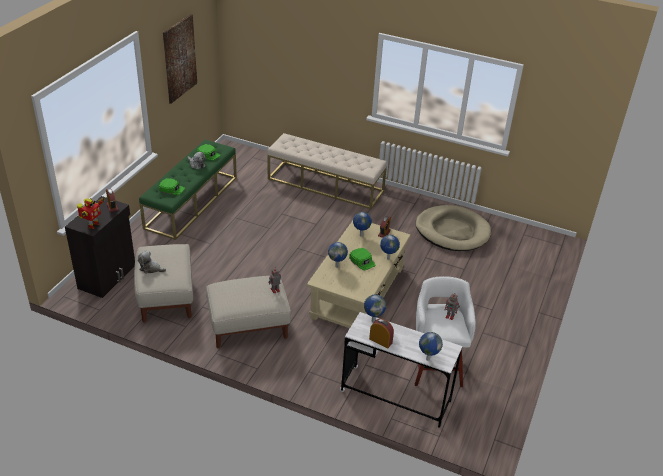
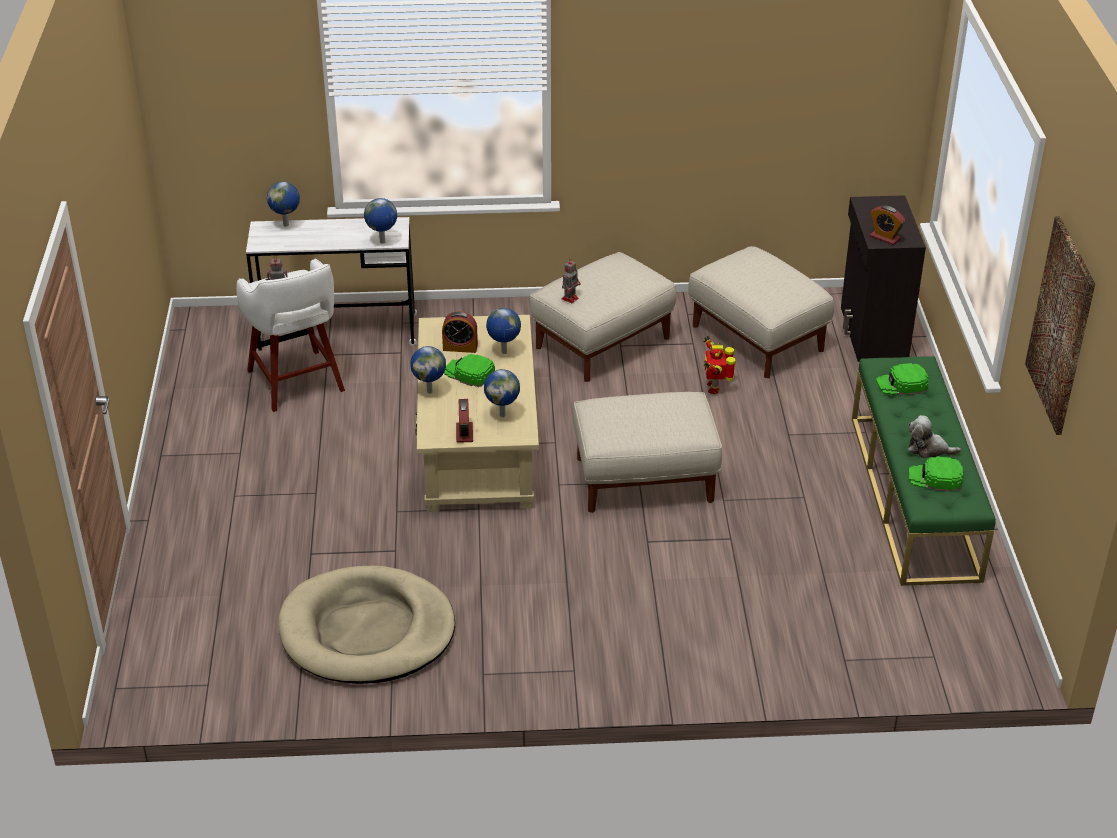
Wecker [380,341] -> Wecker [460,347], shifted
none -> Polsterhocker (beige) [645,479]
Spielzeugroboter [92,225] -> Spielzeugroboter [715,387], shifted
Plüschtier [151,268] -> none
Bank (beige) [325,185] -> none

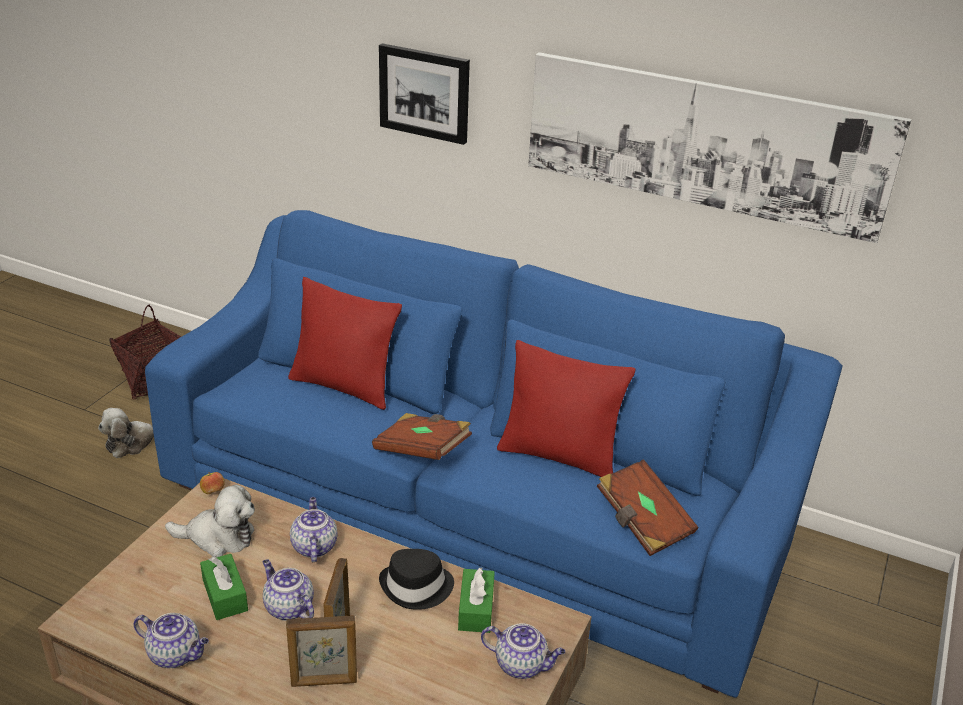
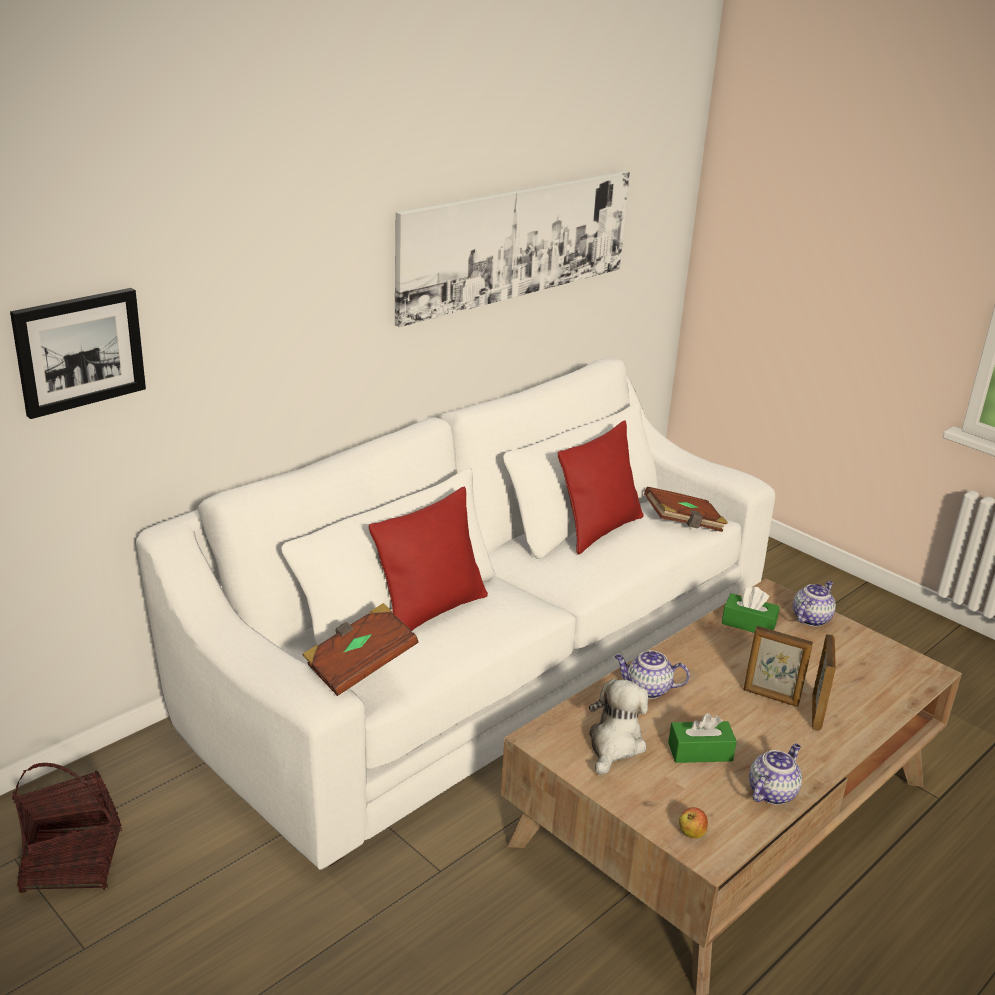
Bild [424,93] -> Bild [79,351], shifted
Sofa (blau) [475,507] -> Sofa (weiß) [487,661]
Buch (braun) [422,450] -> Buch (braun) [359,666], shifted
Apfel [213,491] -> Apfel [691,833], shifted
Plüschtier [132,442] -> none
Teekanne [288,607] -> none
Hut (schwarz) [416,587] -> none

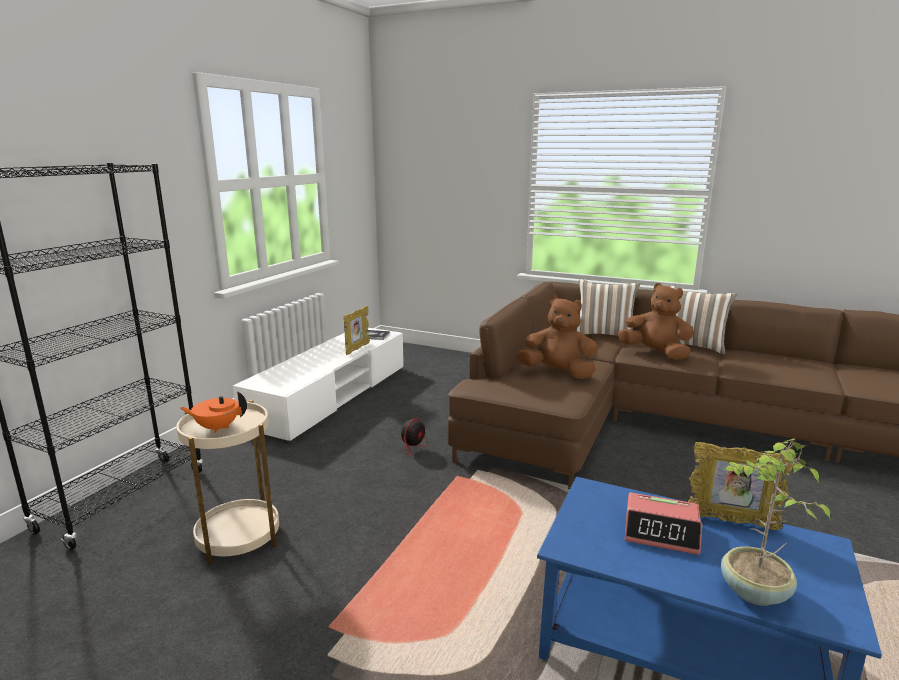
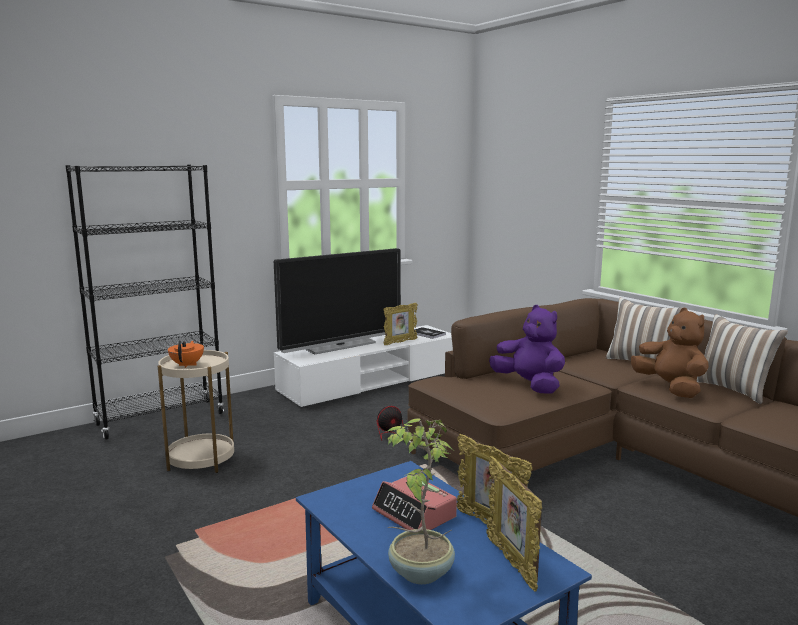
Teekanne (orange) [217,427] -> Teekanne (orange) [187,365], 60 degrees clockwise
none -> Fernseher [340,346]
none -> Bilderrahmen [511,563]
Plüschtier (braun) [557,373] -> Plüschtier (lila) [529,385]

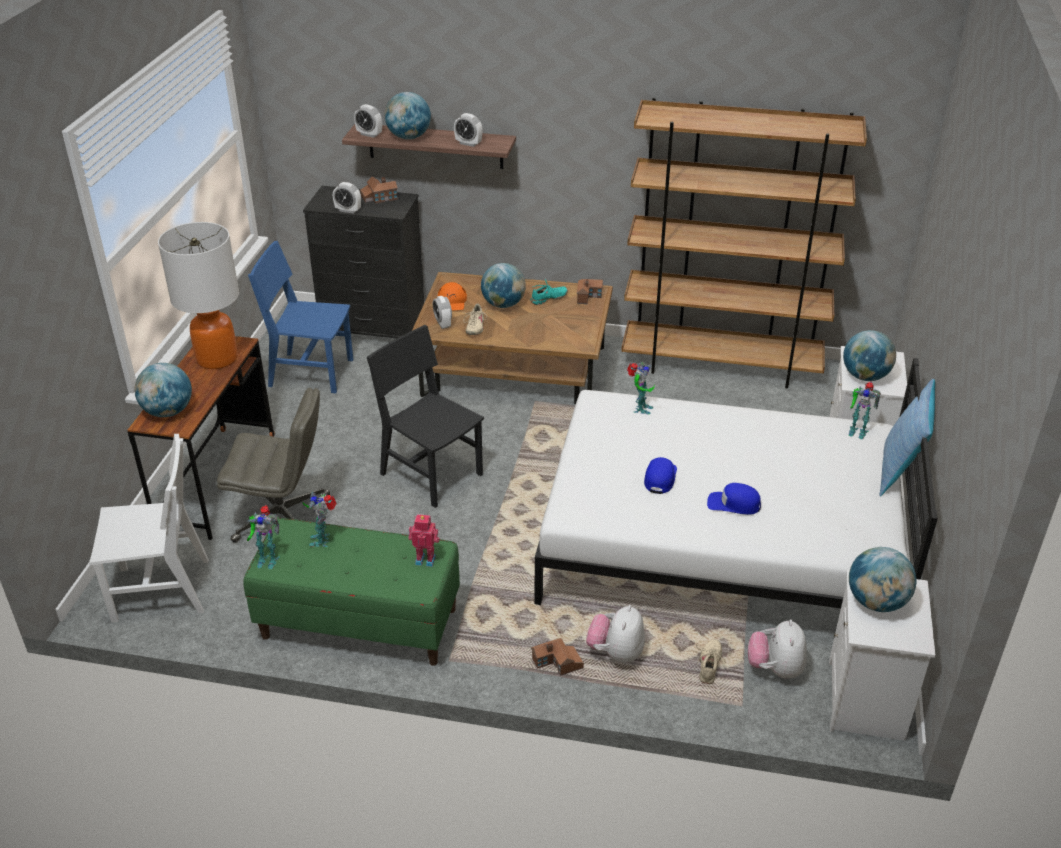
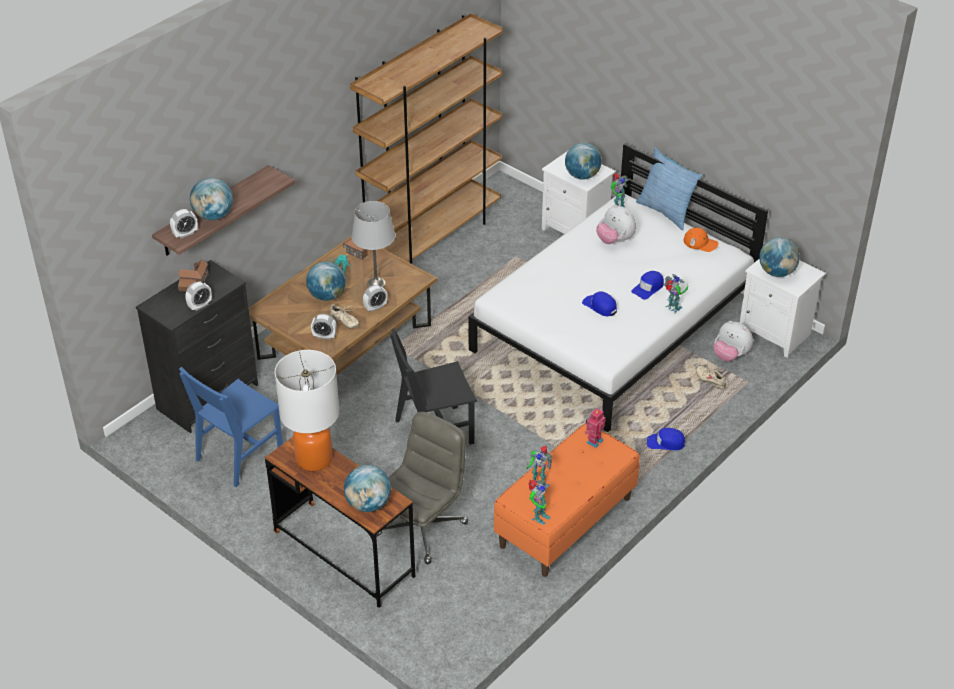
none -> Tischlampe (grau) [376,283]
Wecker [468,143] -> Wecker [375,307], shifted
Bank (grün) [359,623] -> Bank (orange) [565,522]
Plüschtier [616,653] -> Plüschtier [615,240], shifted
Spielzeughaus [557,663] -> Kappe (blau) [665,443]
Spielzeugroboter [640,409] -> Spielzeugroboter [673,308], shifted
Kappe (orange) [452,302] -> Kappe (orange) [700,243], shifted
Stuhl (weiß) [161,590] -> none

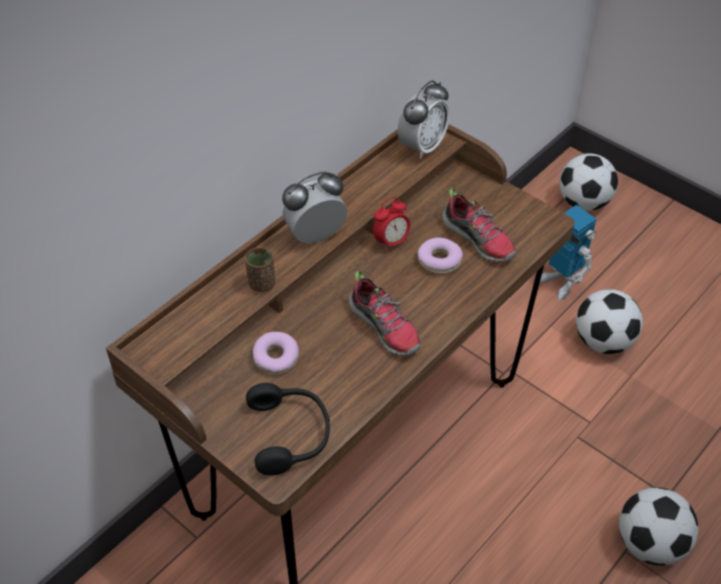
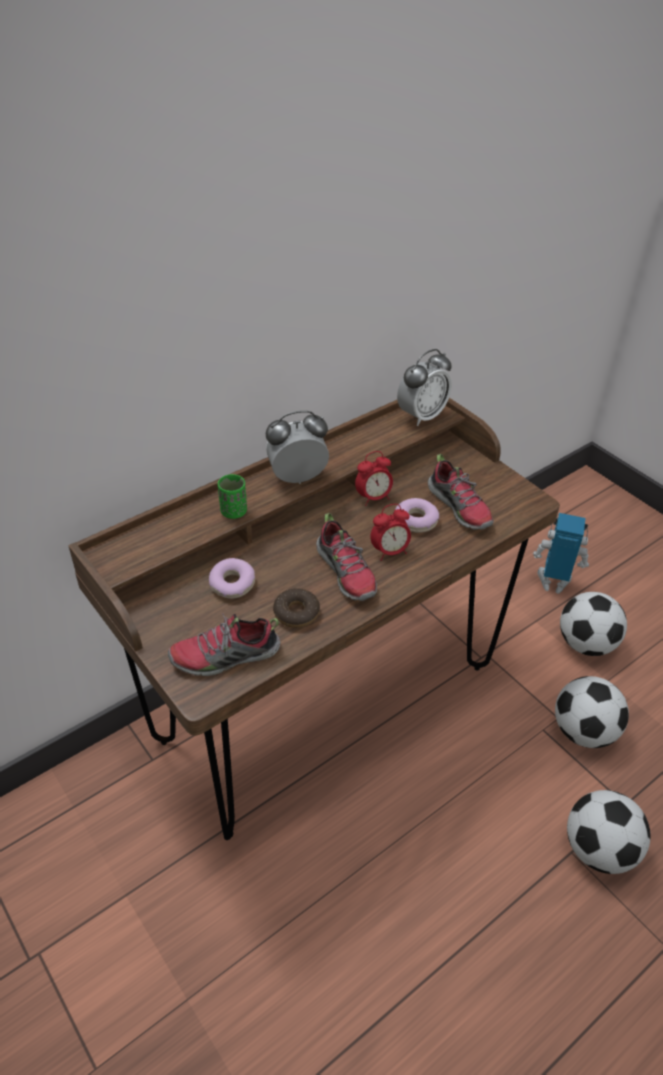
Kopfhörer (schwarz) [291,434] -> Schuh [225,657]
Tasse (braun) [262,283] -> Tasse (grün) [233,512]
none -> Donut [296,613]
none -> Wecker [390,551]
Spielzeugroboter [560,282] -> Spielzeugroboter [553,583], 135 degrees clockwise
Fußball [583,203] -> Fußball [583,731], shifted

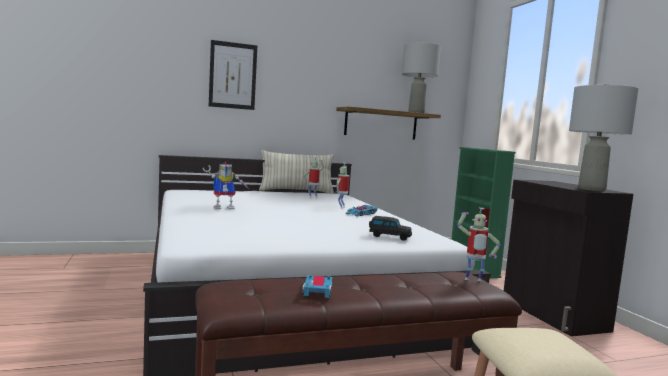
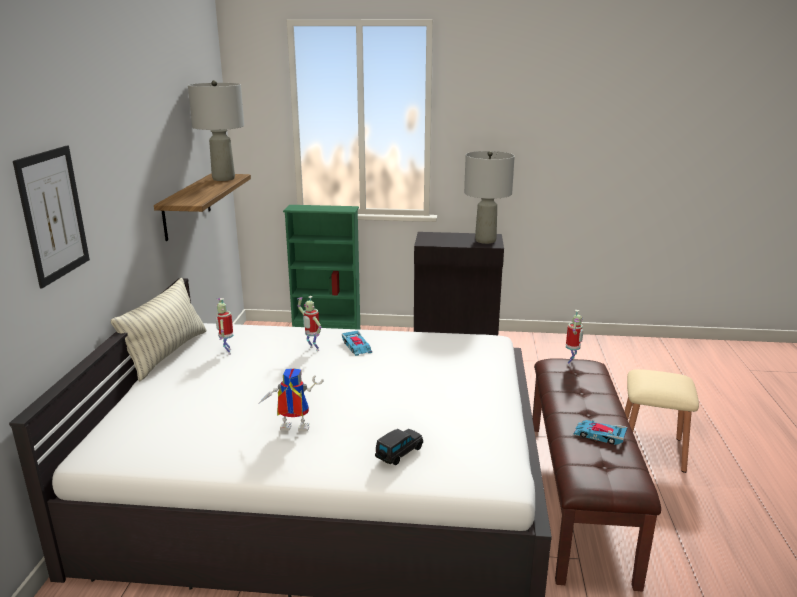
Spielzeugroboter [225,207] -> Spielzeugroboter [291,430], 90 degrees counterclockwise
Spielzeugauto (schwarz) [389,236] -> Spielzeugauto (schwarz) [398,453], shifted

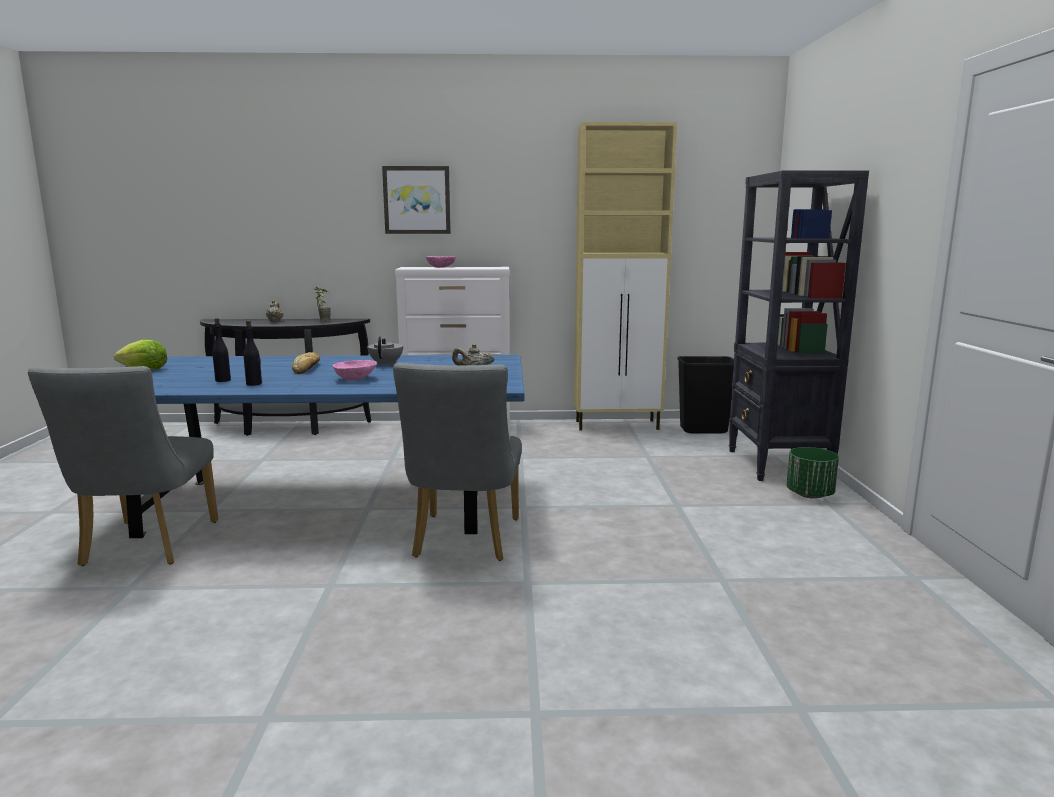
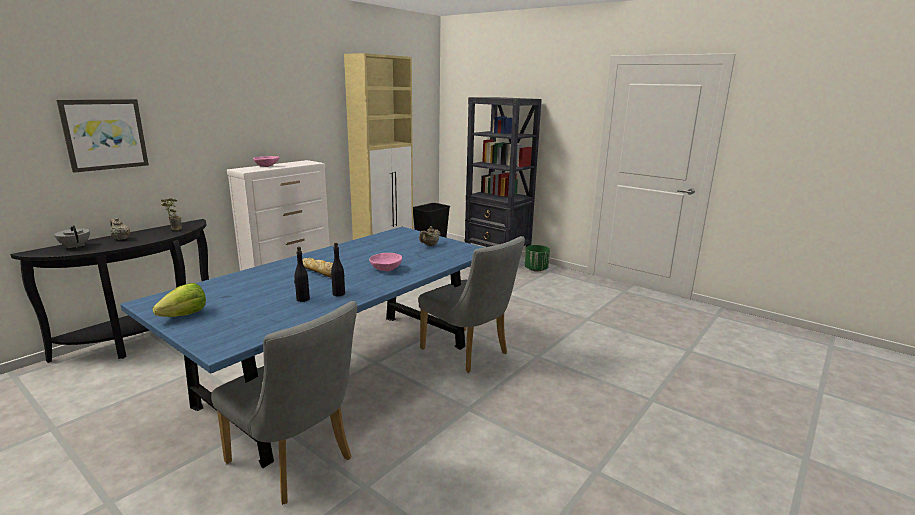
Teekanne (grau) [386,364] -> Teekanne (grau) [75,246], shifted
Bild [417,200] -> Bild [104,134], shifted

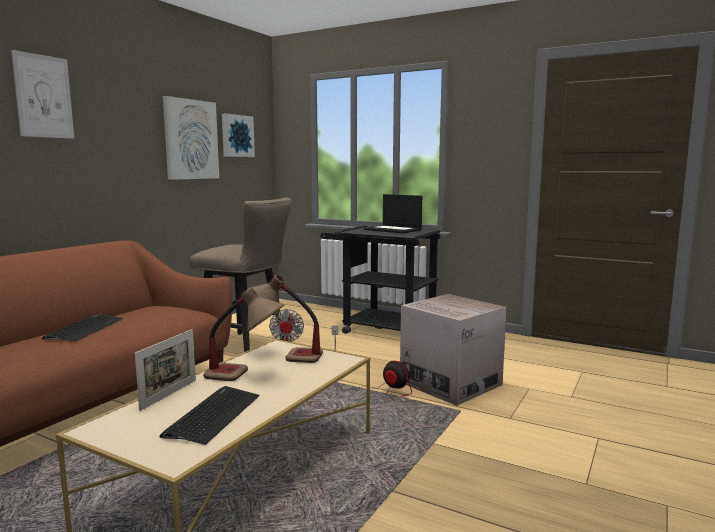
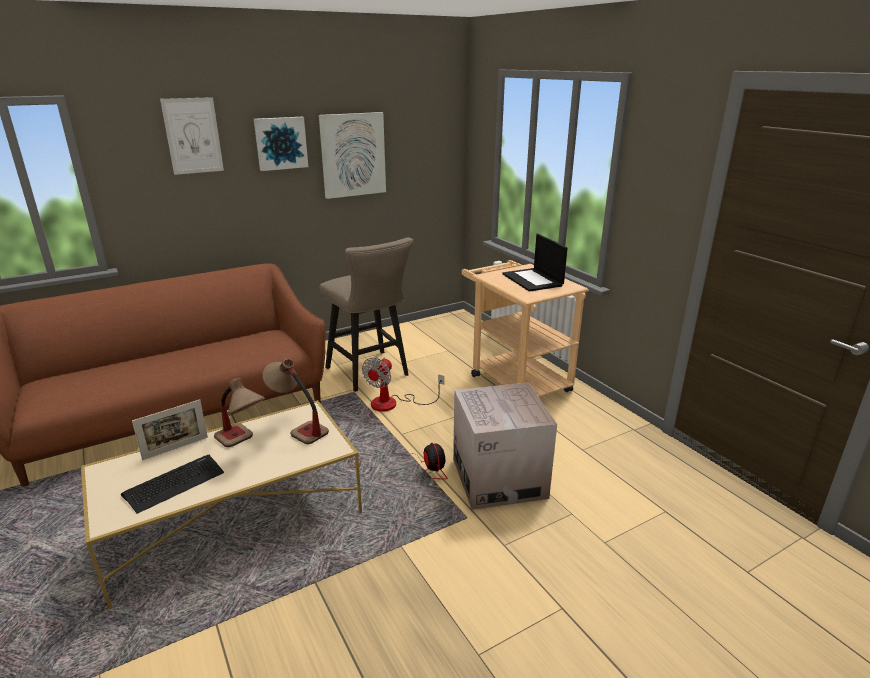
Bild [236,136] -> Bild [281,143], shifted
Rollwagen (schwarz) [381,329] -> Rollwagen (beige) [514,379]
Tastatur [85,329] -> none

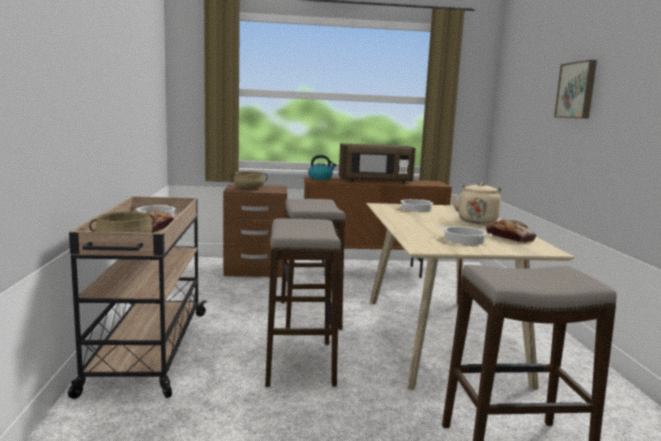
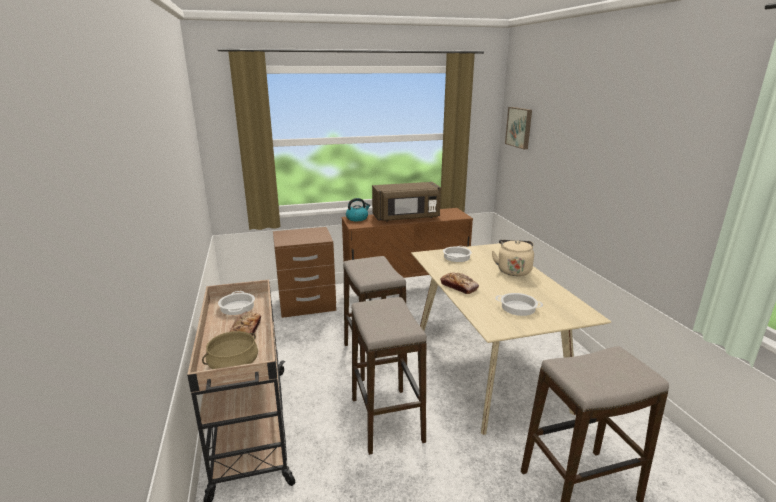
Brot [510,237] -> Brot [459,287], shifted
Bild [577,90] -> Bild [519,127], shifted
Kochtopf (beige) [249,188] -> none

